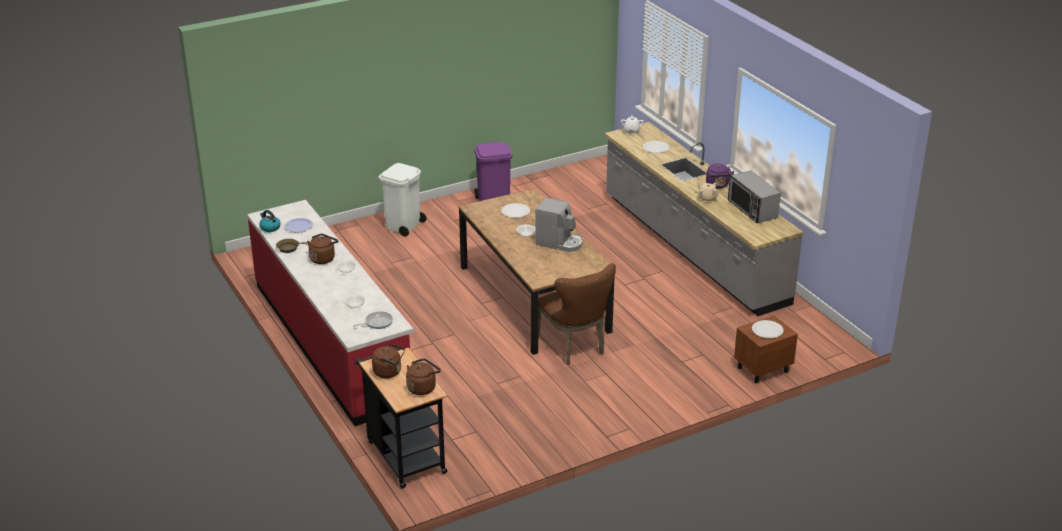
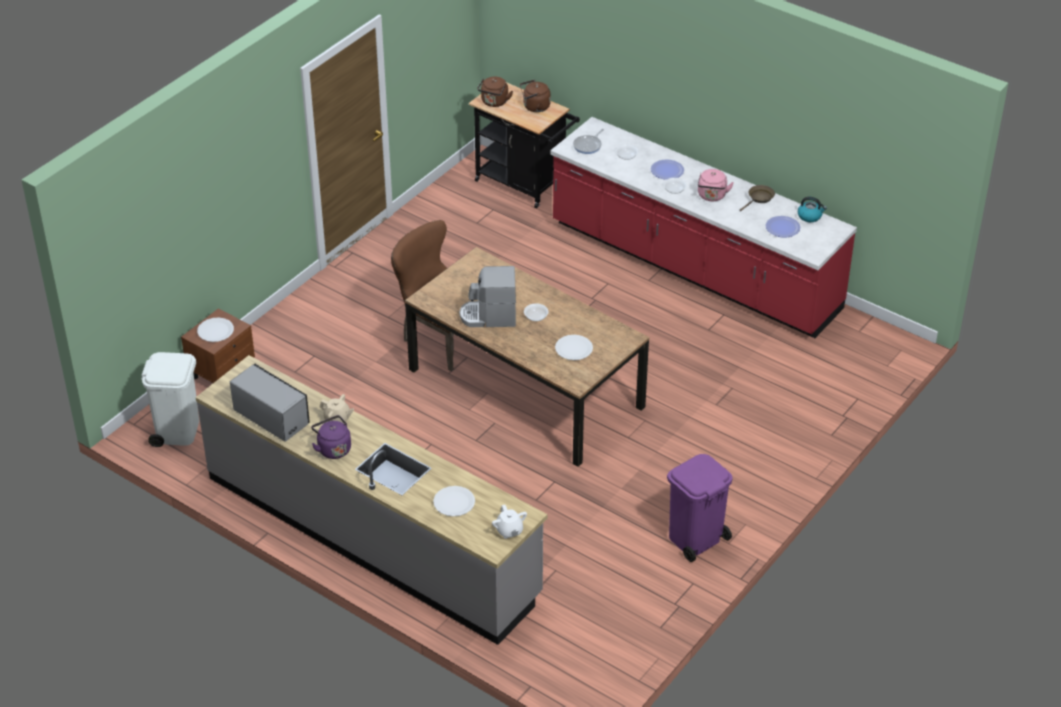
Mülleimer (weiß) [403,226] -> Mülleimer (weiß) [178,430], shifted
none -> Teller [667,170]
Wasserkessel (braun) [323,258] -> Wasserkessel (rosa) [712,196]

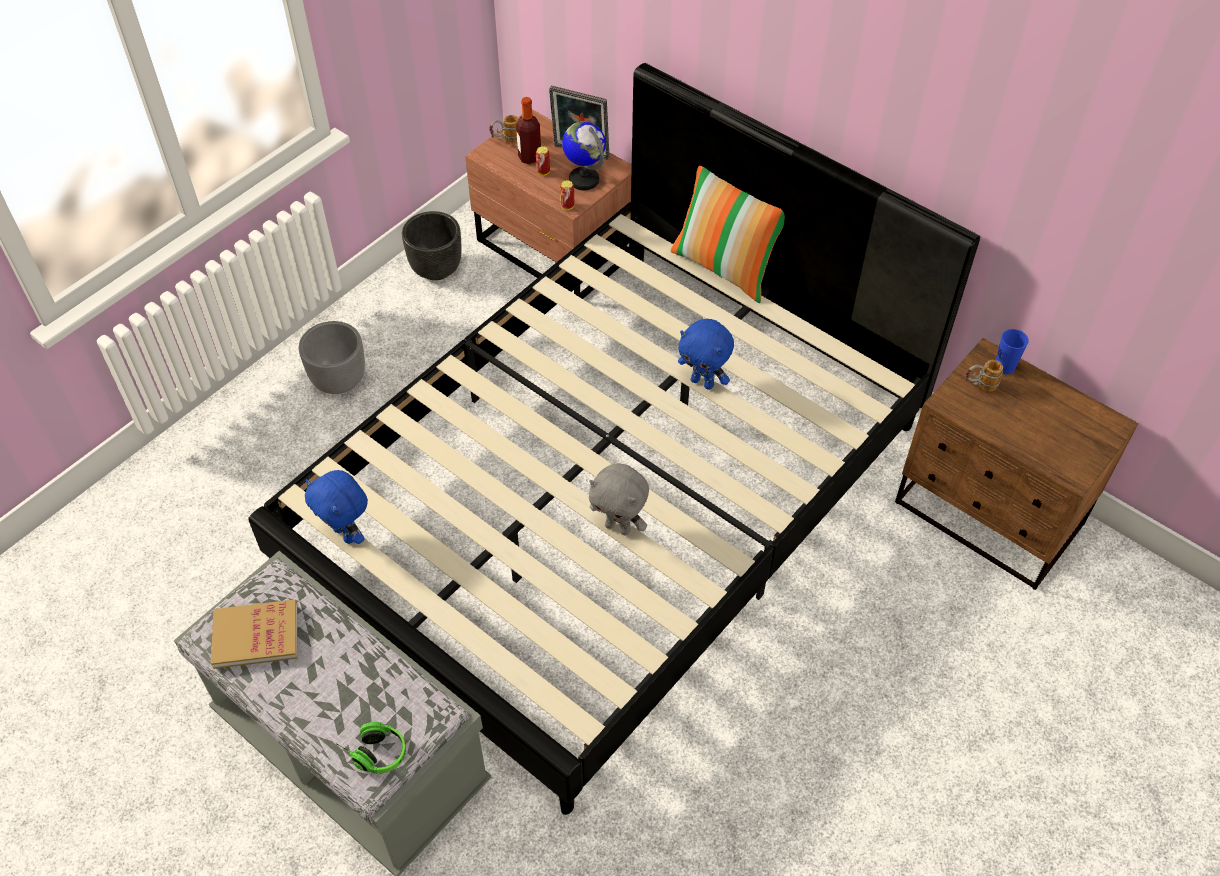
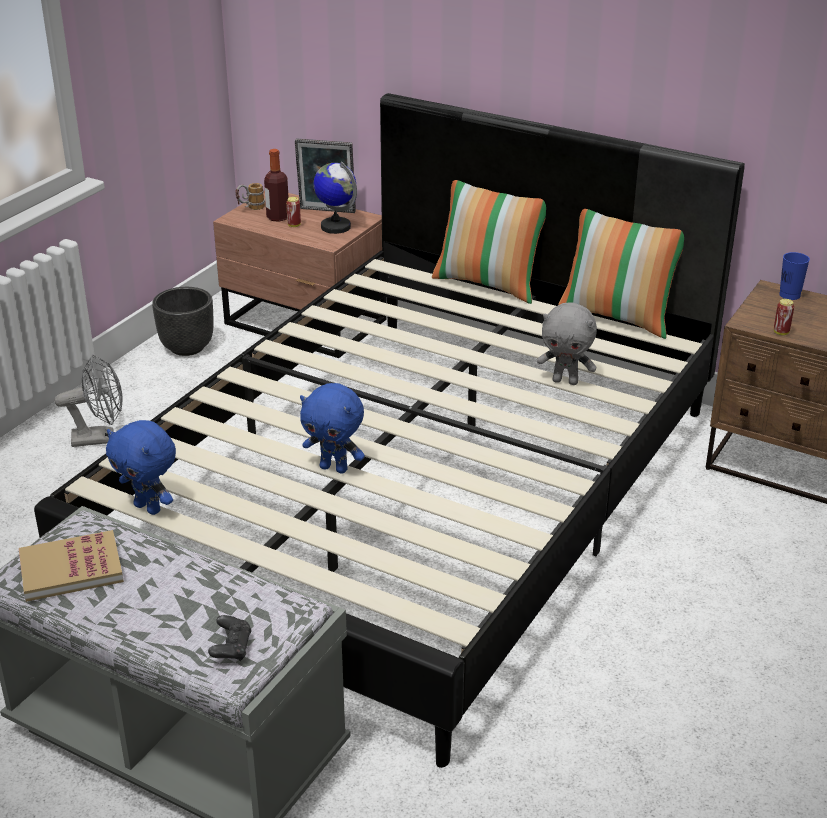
Pflanzkübel (grau) [338,380] -> Ventilator (grau) [100,438]
Kopfhörer [373,751] -> Gamepad (schwarz) [231,648]
Plüschtier (blau) [703,382] -> Plüschtier (blau) [334,468], shifted
Plüschtier (grau) [618,527] -> Plüschtier (grau) [565,381], shifted
none -> Kissen [618,316]
Dose [567,206] -> Dose [781,332], shifted
Henkelbecher [979,385] -> none

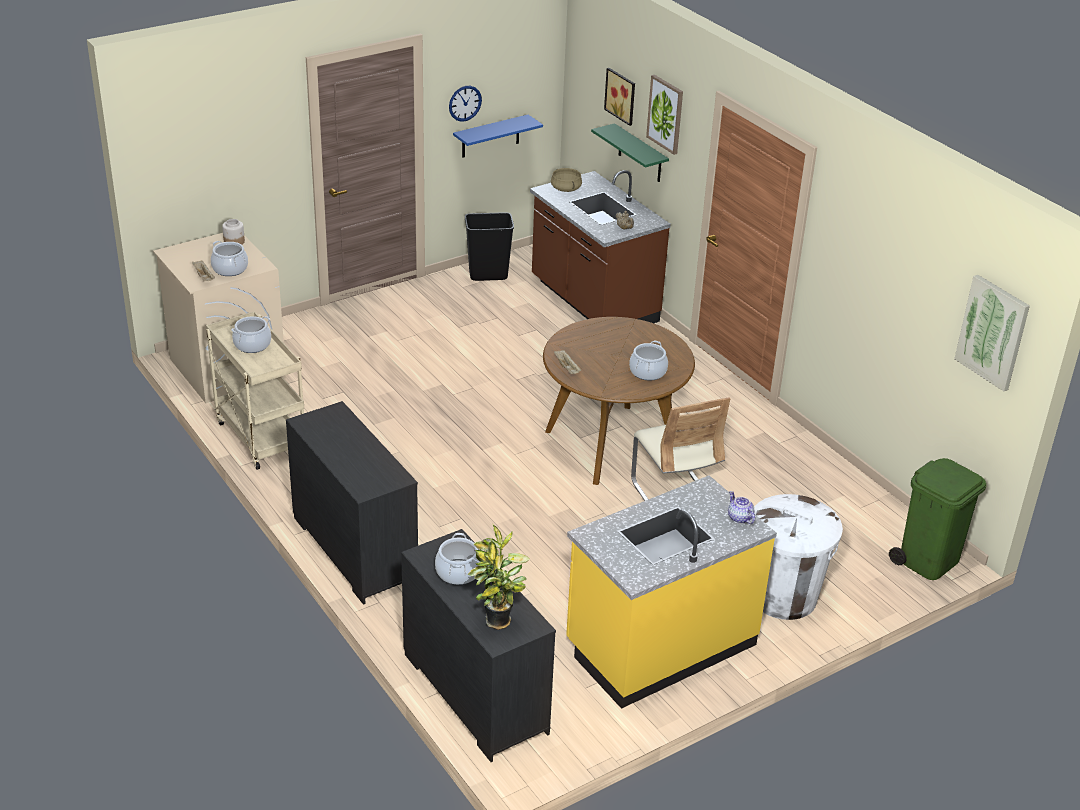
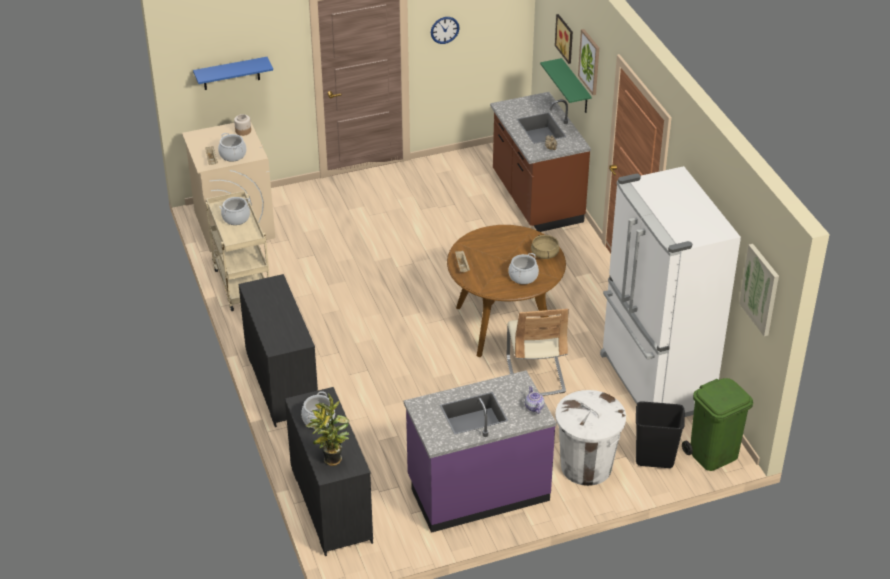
Wandregal (blau) [490,136] -> Wandregal (blau) [231,73], shifted
Küchenzeile (gelb) [660,645] -> Küchenzeile (lila) [477,489]
Kochtopf (beige) [565,189] -> Kochtopf (beige) [544,254], shifted
none -> Kühlschrank (weiß) [653,383]
Mülleimer (schwarz) [488,275] -> Mülleimer (schwarz) [655,458], shifted

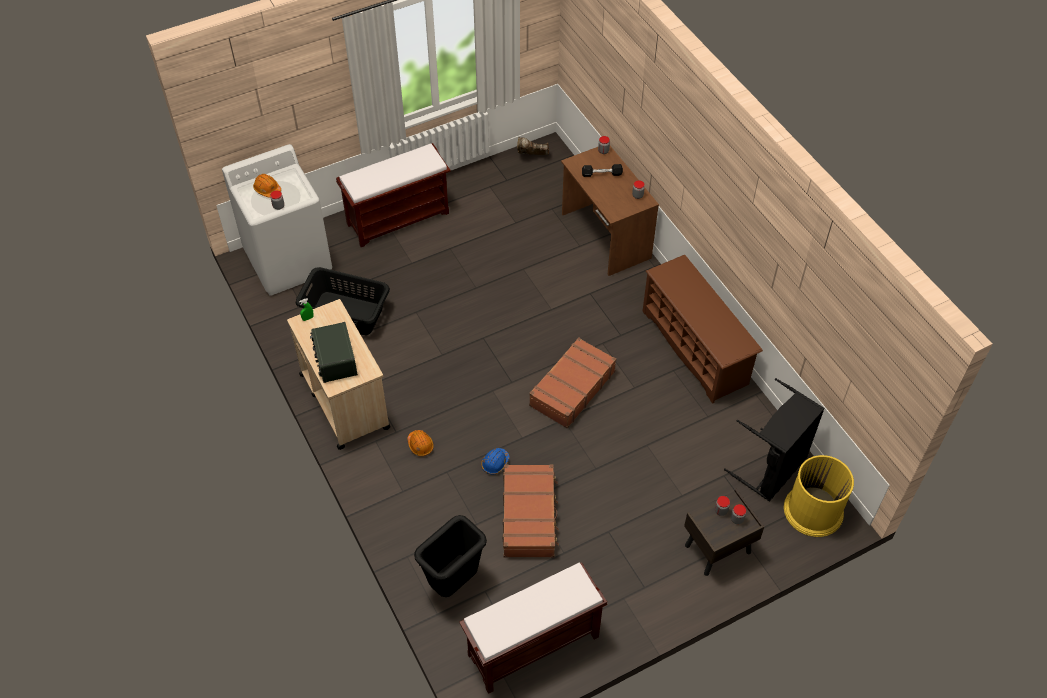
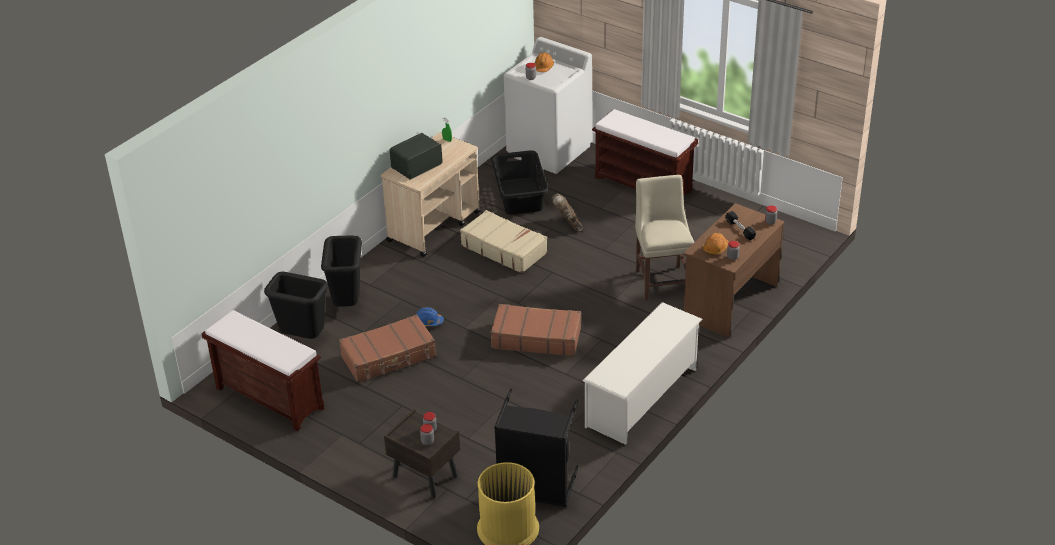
none -> Mülleimer (schwarz) [347,303]
none -> Koffer (beige) [504,249]
Stiefel (braun) [531,156] -> Stiefel (braun) [568,224], shifted
Schuhregal (braun) [695,348] -> Schuhregal (weiß) [642,397]
none -> Stuhl (beige) [662,280]
Schutzhelm (orange) [420,445] -> Schutzhelm (orange) [715,248], shifted

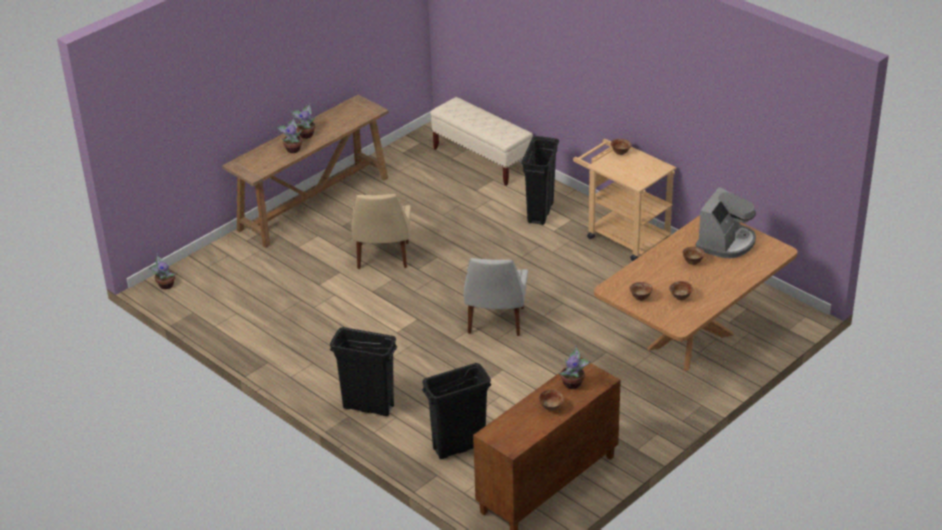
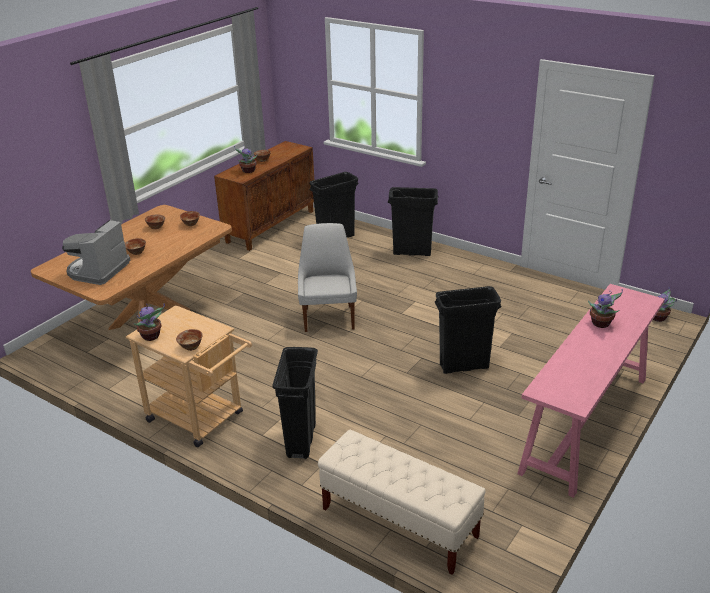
Topfpflanze [306,134] -> Topfpflanze [151,337], shifted
Stuhl (beige) [382,257] -> Mülleimer (schwarz) [464,366]
Konsolentisch (braun) [314,203] -> Konsolentisch (rosa) [585,424]

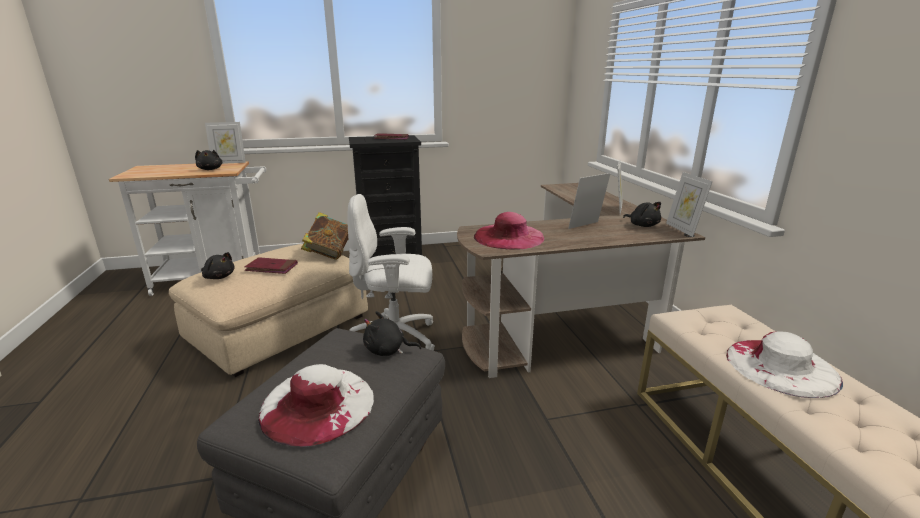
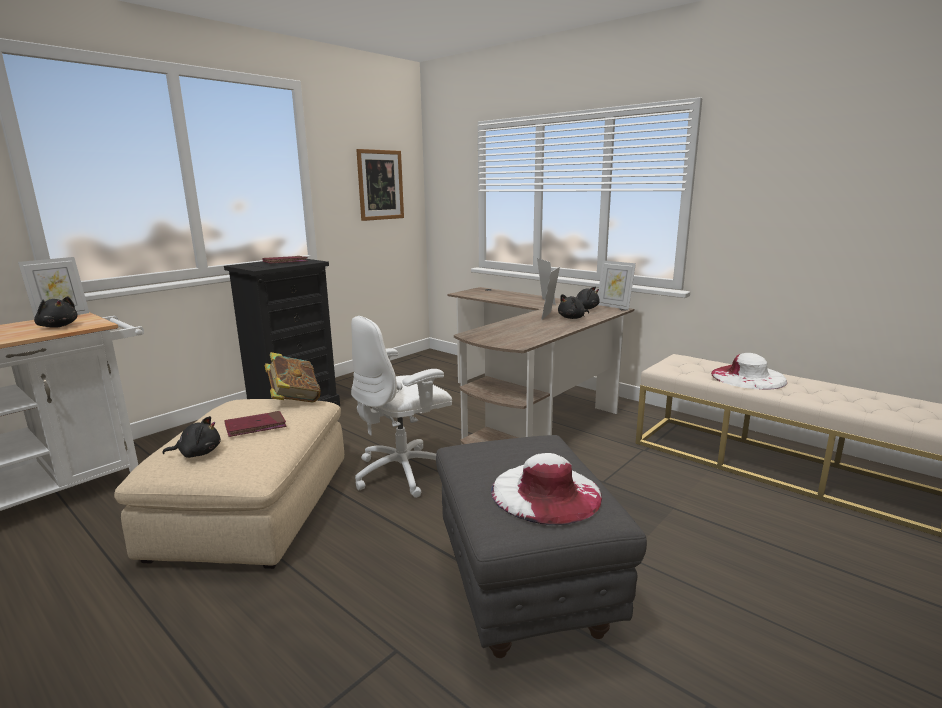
none -> Bild [380,185]
Plüschtier (schwarz) [387,350] -> Plüschtier (schwarz) [572,318], shifted
Hut (rosa) [509,237] -> none

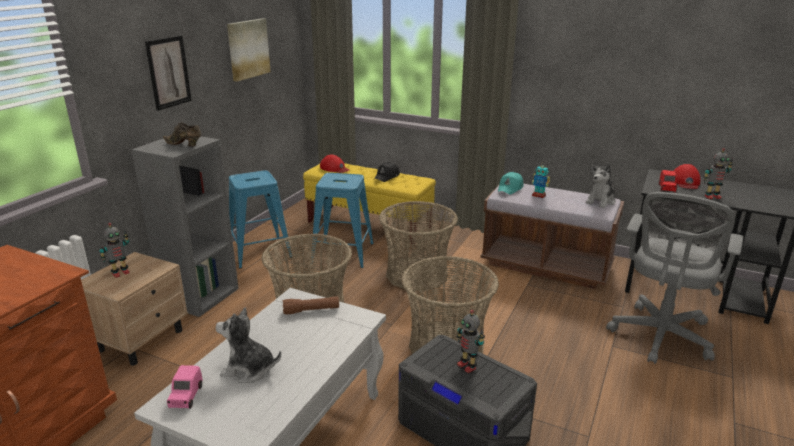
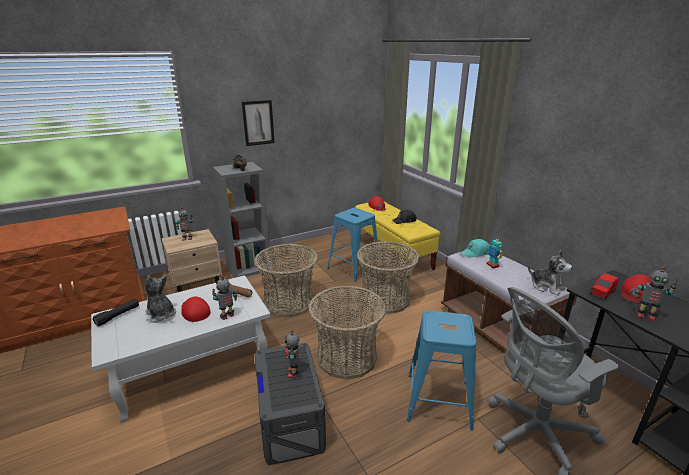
Spielzeugauto (rosa) [186,397] -> Taschenlampe (schwarz) [118,316]
none -> Kappe (rot) [194,311]
none -> Spielzeugroboter [227,316]
Hocker (blau) [260,251] -> Hocker (blau) [439,400], shifted
Plüschtier [601,201] -> Plüschtier [546,286], 120 degrees counterclockwise
Bild [247,49] -> none

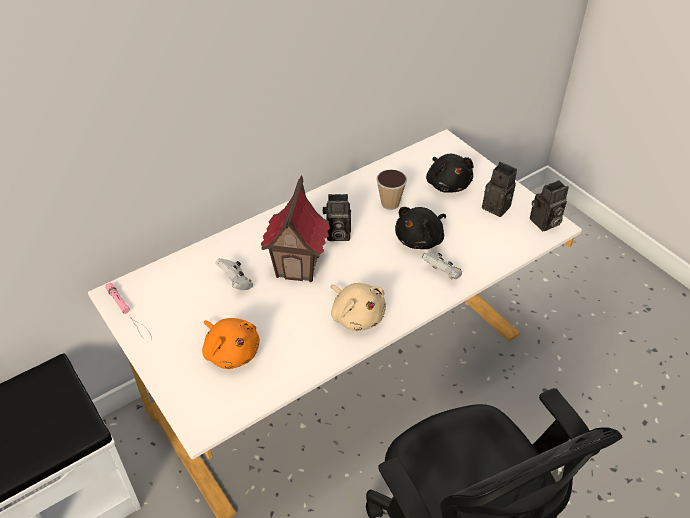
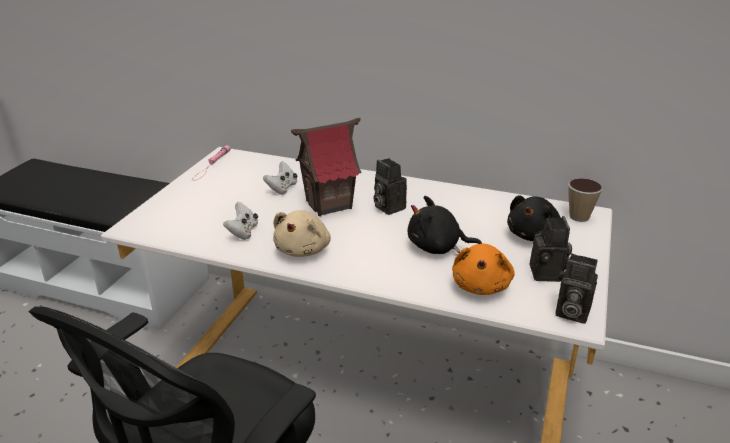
Gamepad (weiß) [442,274] -> Gamepad (weiß) [243,232], shifted
Plüschtier (orange) [231,351] -> Plüschtier (orange) [481,285], shifted
Tasse [390,204] -> Tasse [579,217], shifted

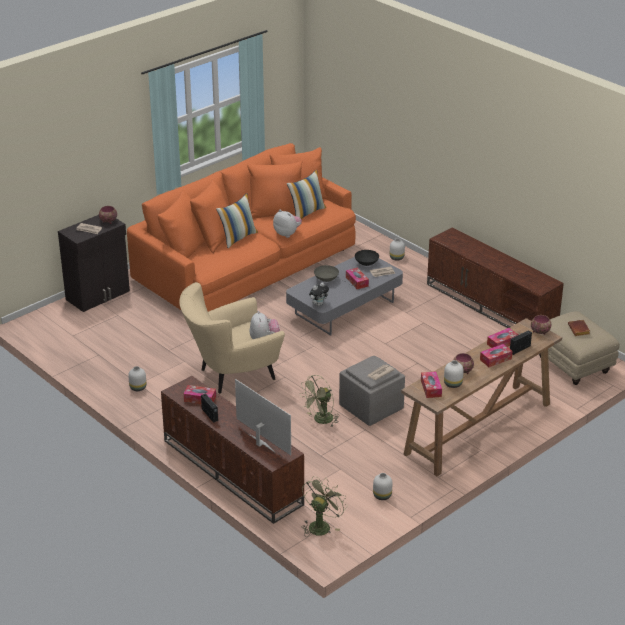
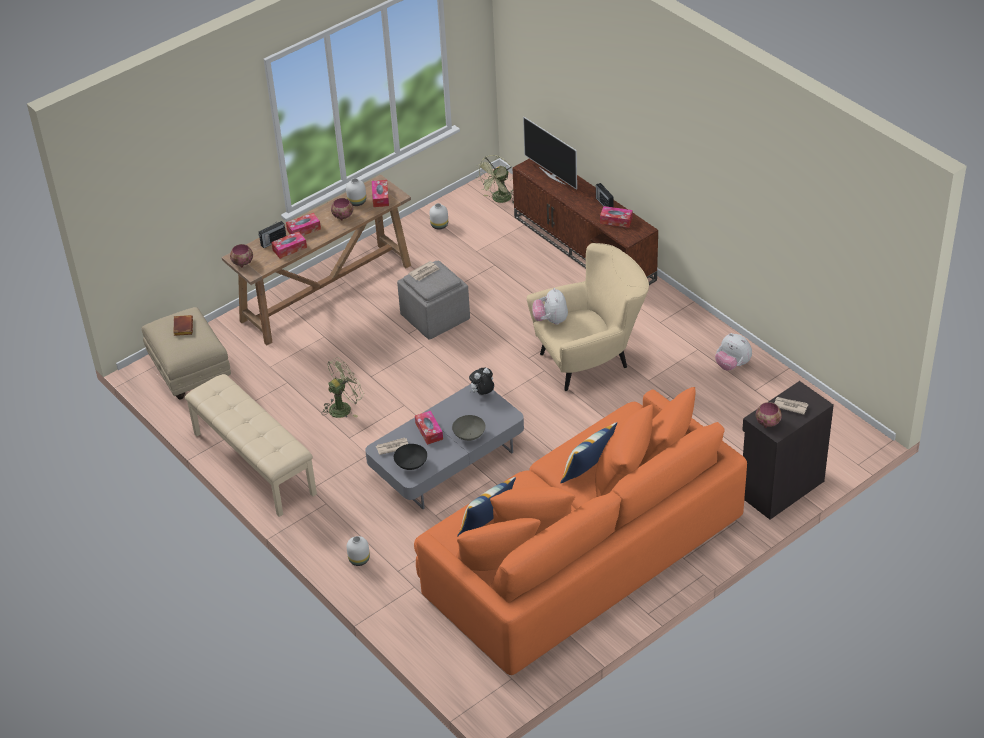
Fernsehschrank (braun) [492,306] -> Bank (beige) [253,464]
Ventilator (grün) [320,420] -> Ventilator (grün) [343,407], shifted
Plüschtier [287,234] -> Plüschtier [732,365], shifted
Vase (weiß) [138,388] -> none

